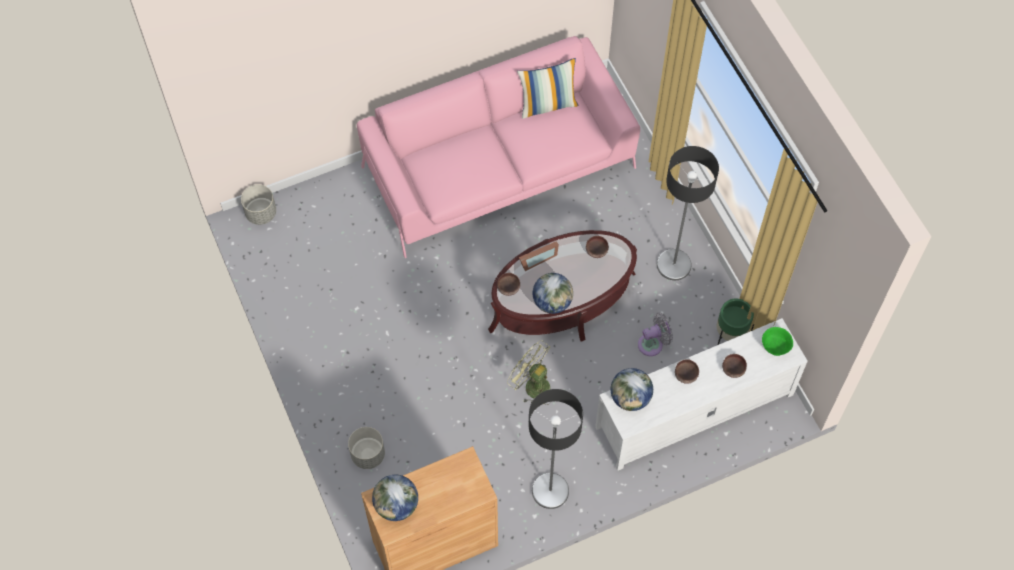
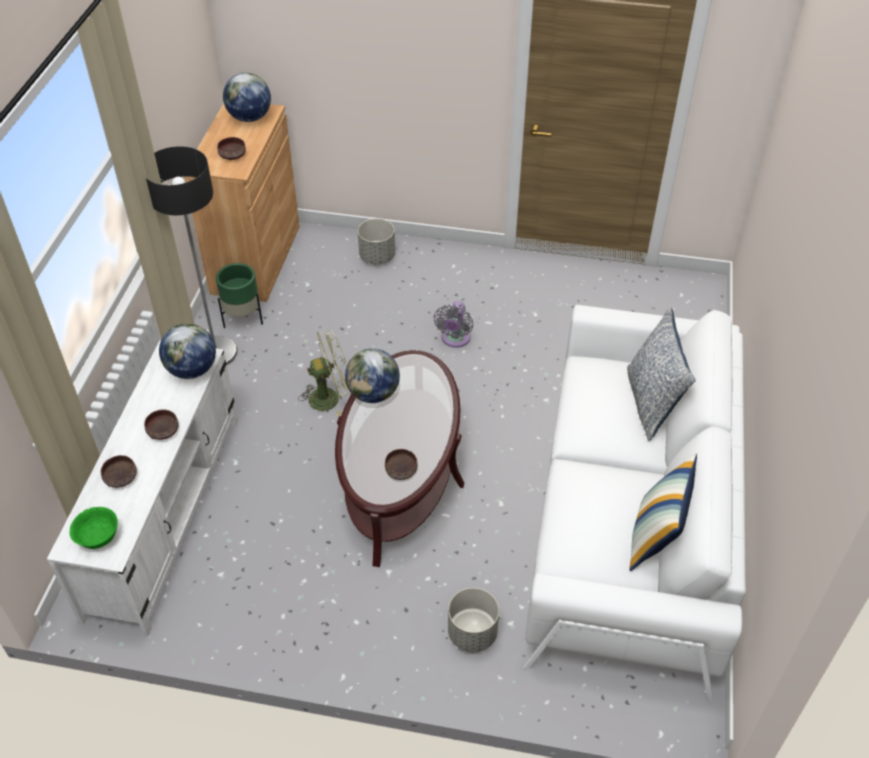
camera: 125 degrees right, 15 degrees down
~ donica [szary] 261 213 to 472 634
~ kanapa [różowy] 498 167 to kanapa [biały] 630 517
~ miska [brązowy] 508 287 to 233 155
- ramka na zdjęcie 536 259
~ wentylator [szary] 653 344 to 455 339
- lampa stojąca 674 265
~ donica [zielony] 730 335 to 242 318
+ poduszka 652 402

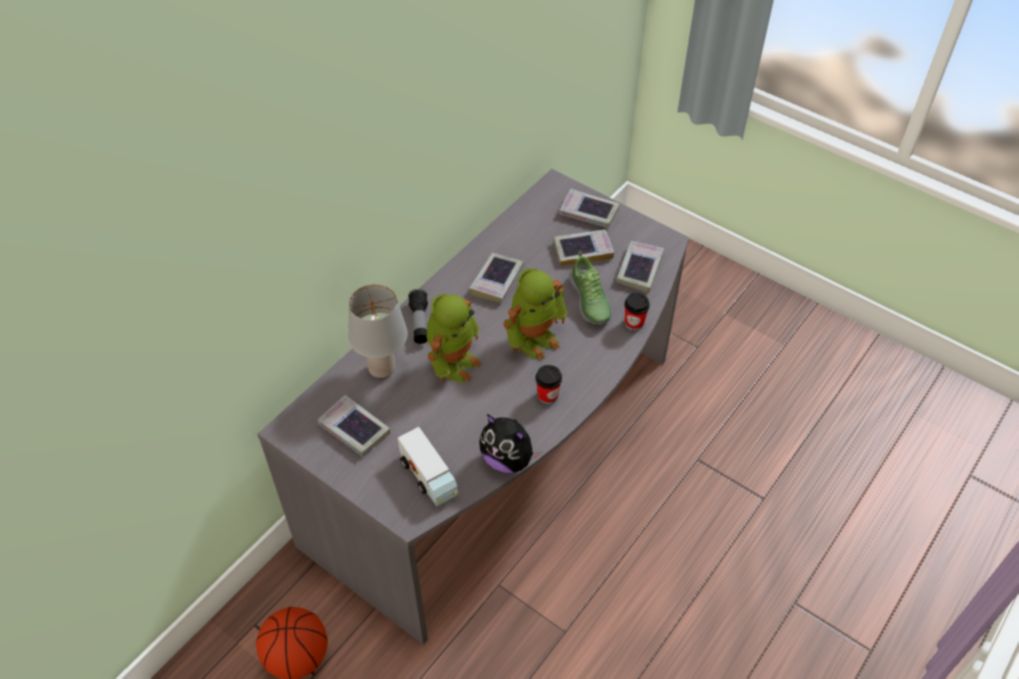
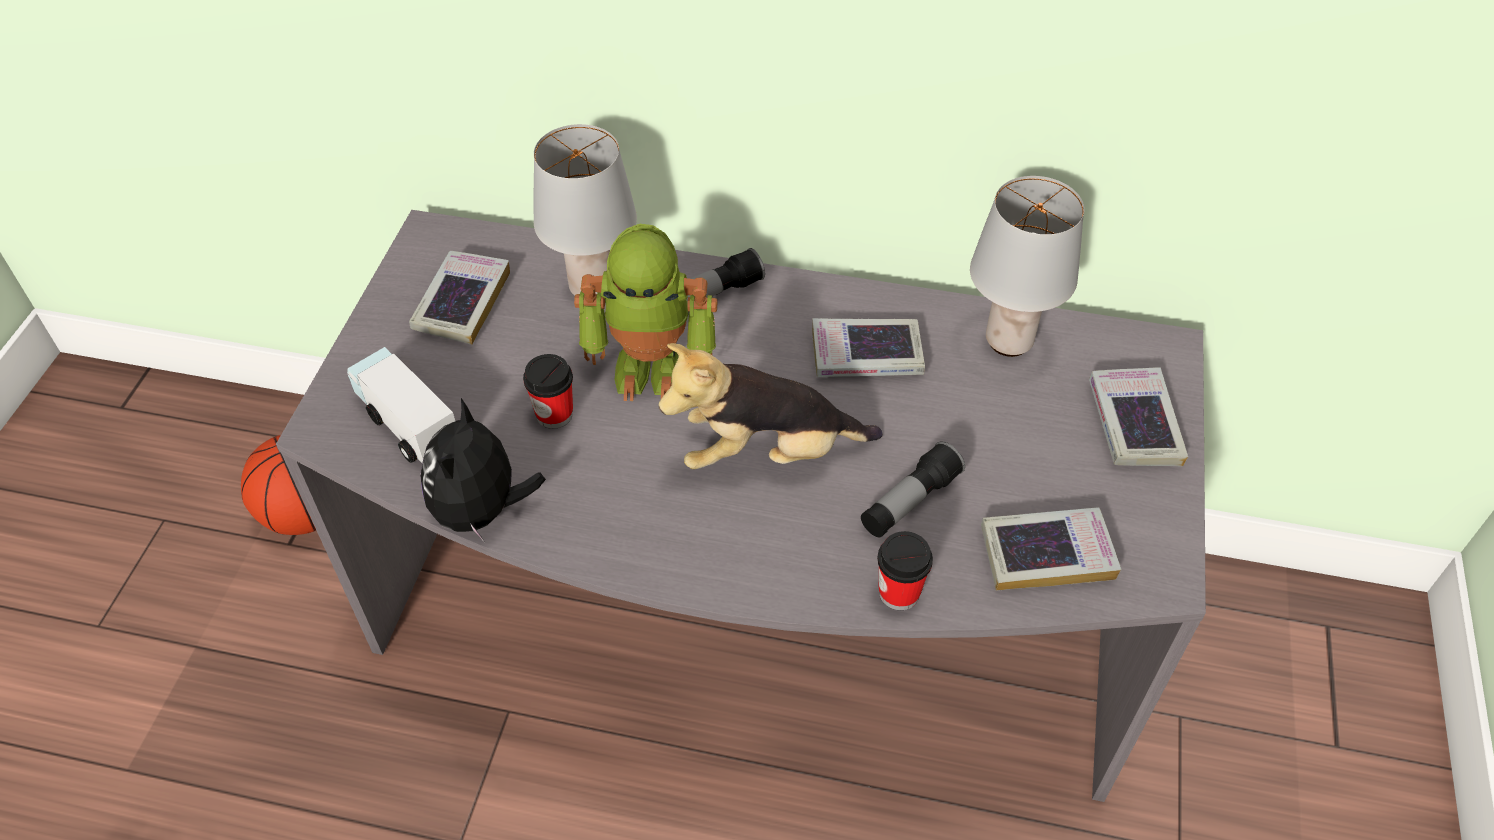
camera: 65 degrees right, 0 degrees up
~ ciężarówka zabawkowa 429 476 = 408 422 105 degrees clockwise
~ robot zabawkowy 534 339 to pluszak 766 453
~ filiżanka 547 396 to 554 414
- książka 583 250
~ but 589 301 to latarka 909 502
+ lampa stołowa [szary] 1009 342

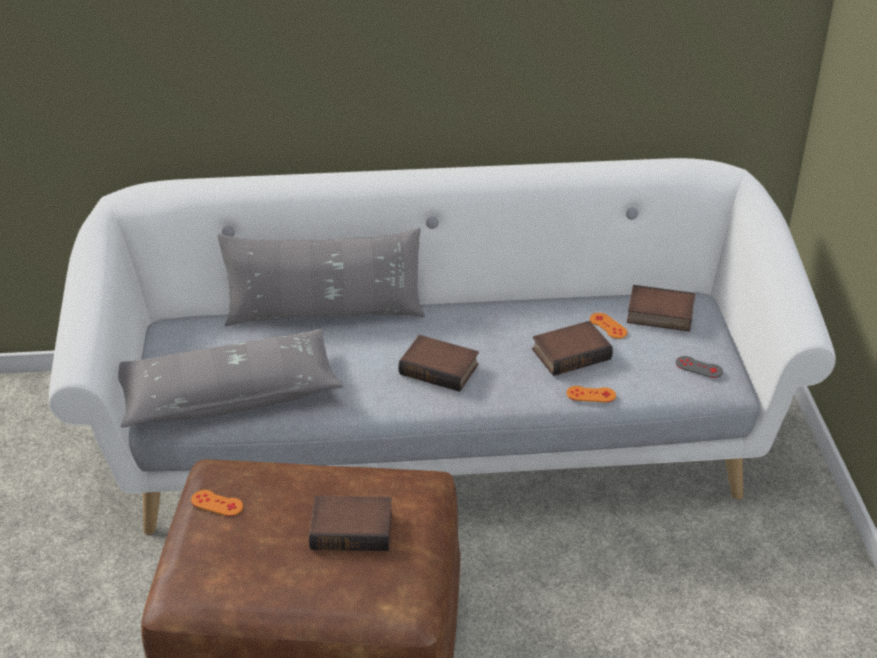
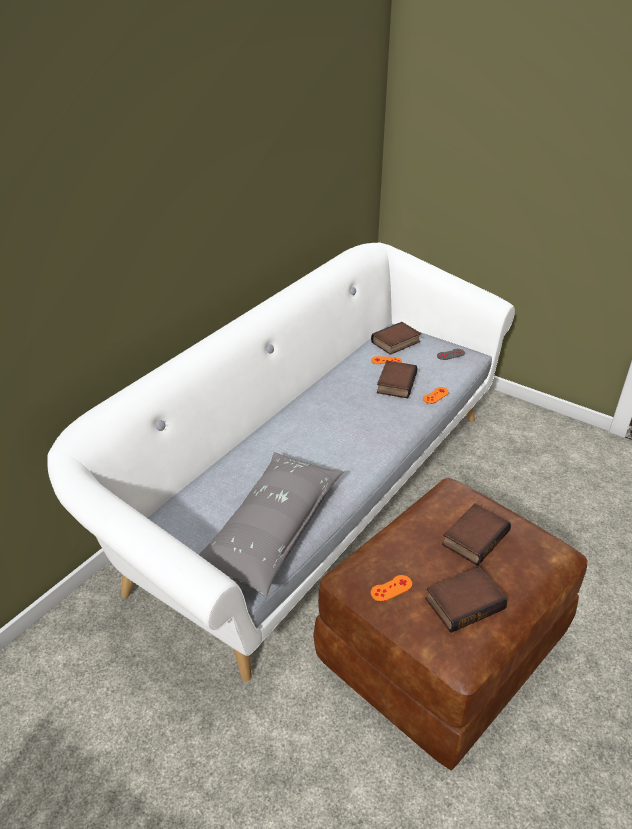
camera: 50 degrees left, 0 degrees up
- poduszka [szary] 325 313
~ książka 441 368 to 464 602

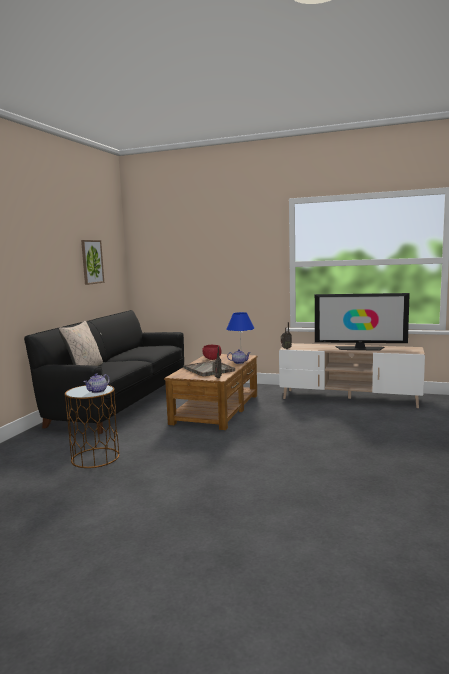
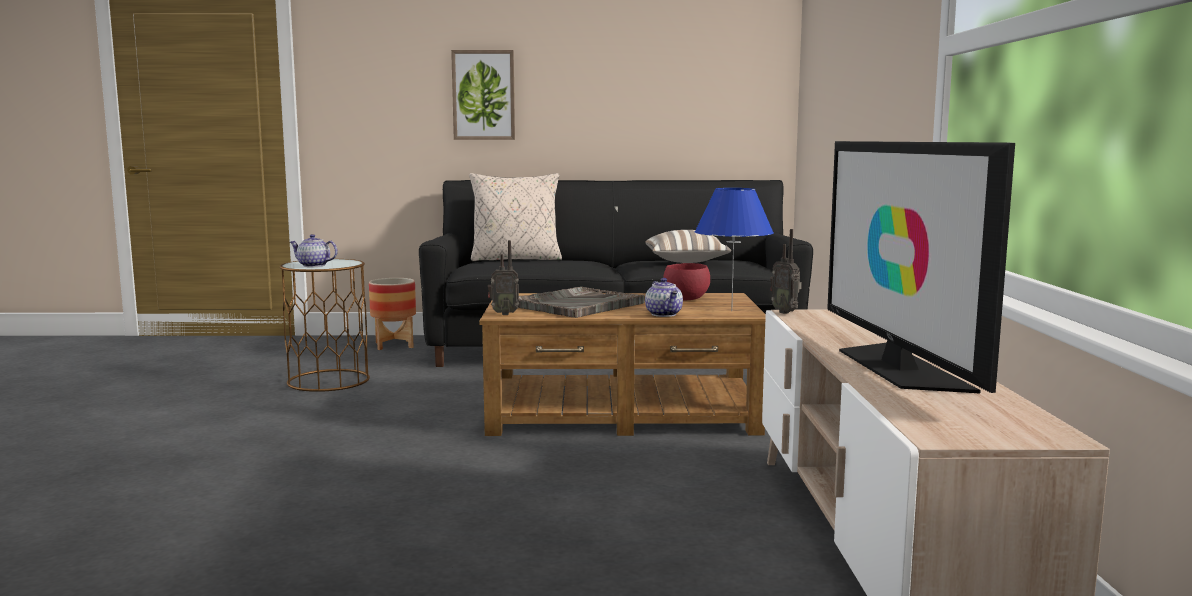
camera: 70 degrees right, 0 degrees up
~ obraz 92 262 to 483 95
+ donica 394 345
+ poduszka 686 262

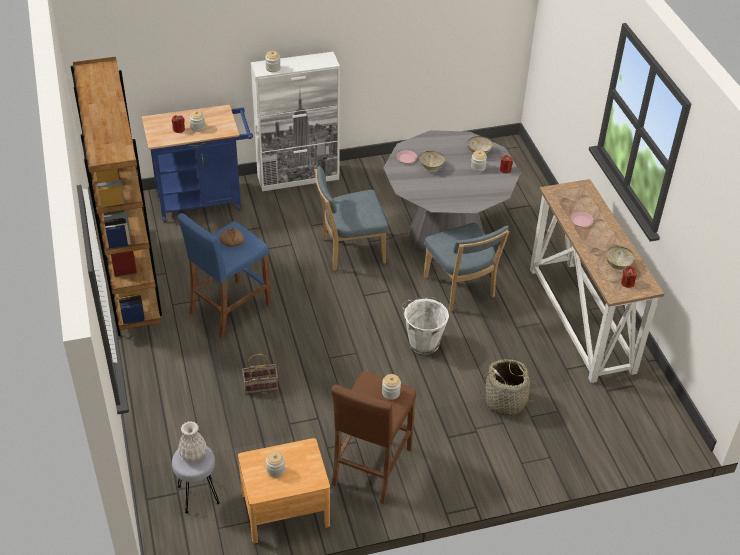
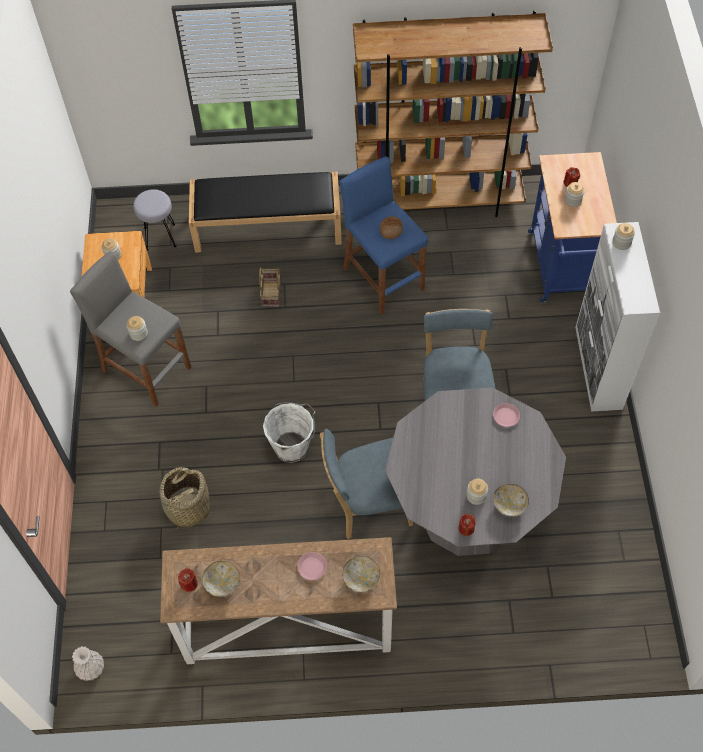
camera: 105 degrees right, 15 degrees up
~ wazon [biały] 193 455 to 91 669
~ stołek [brązowy] 371 466 to stołek [szary] 146 369
~ miska 431 167 to 361 579
+ ławka [czarny] 268 226

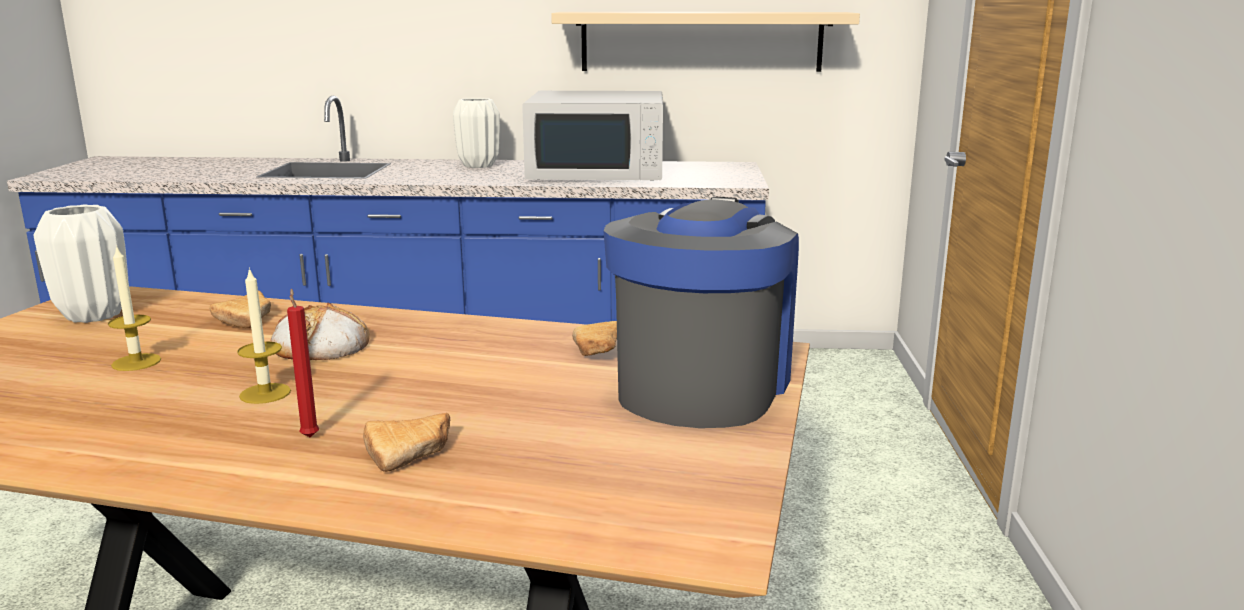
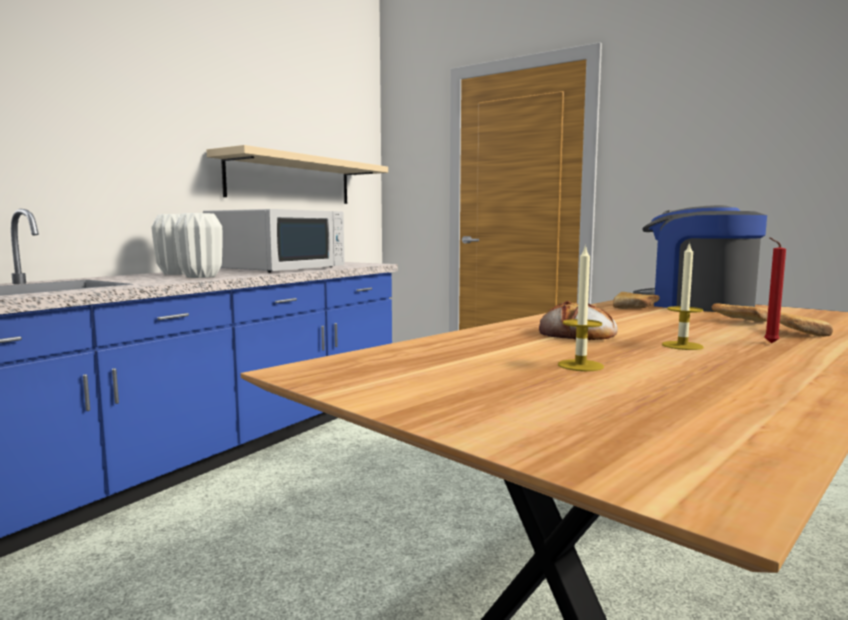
camera: 60 degrees left, 10 degrees down
~ wazon [biały] 95 315 to 201 276
~ chleb 248 319 to 738 321

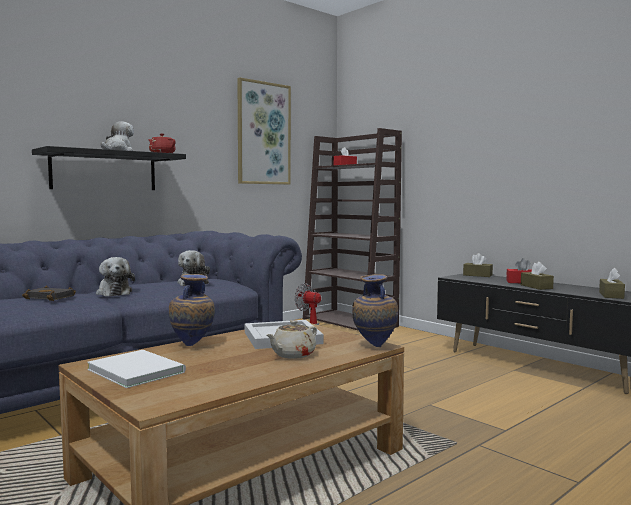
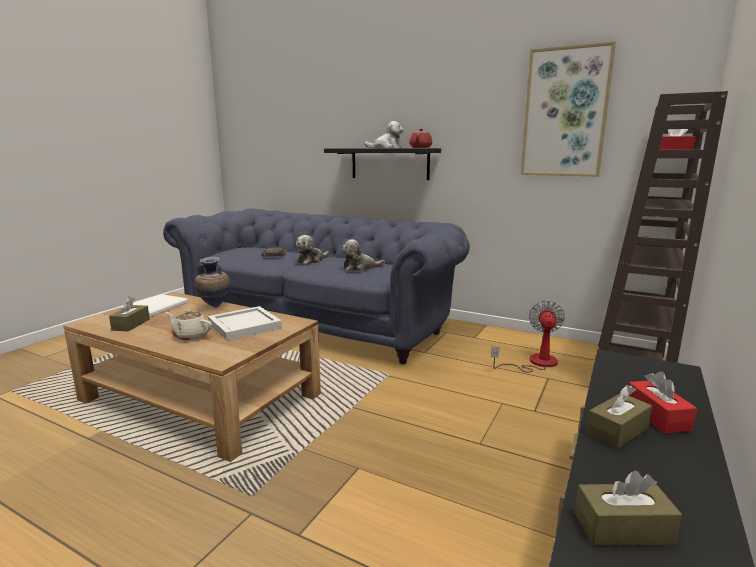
camera: 70 degrees right, 10 degrees up
- wazon 374 347
~ pudełko chusteczek [brązowy] 477 275 to 131 324

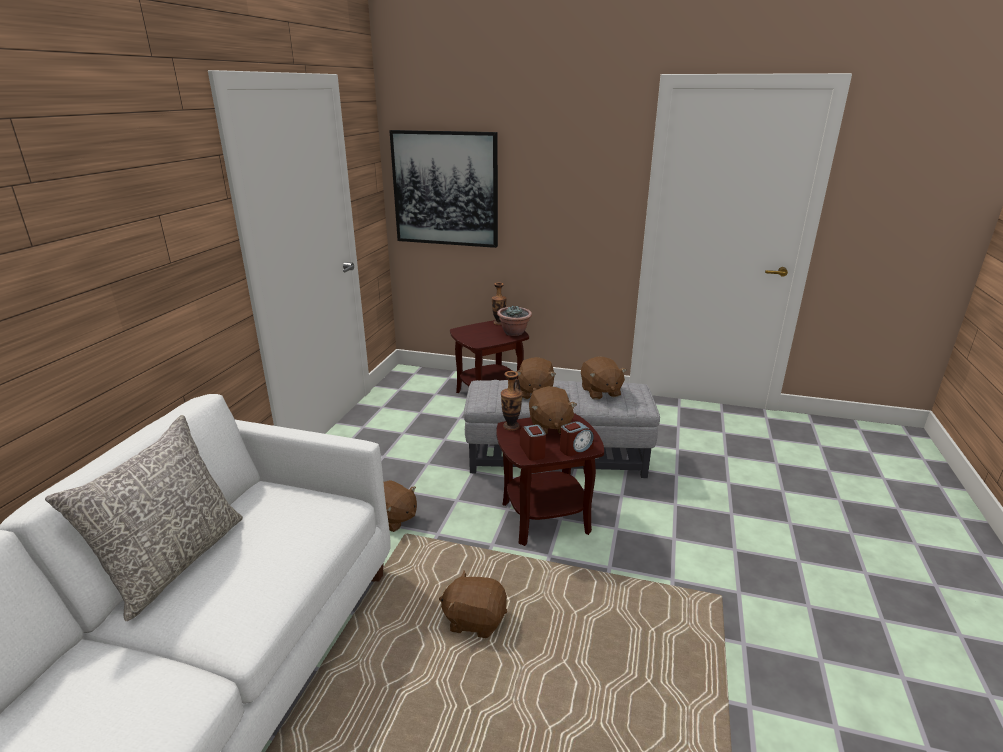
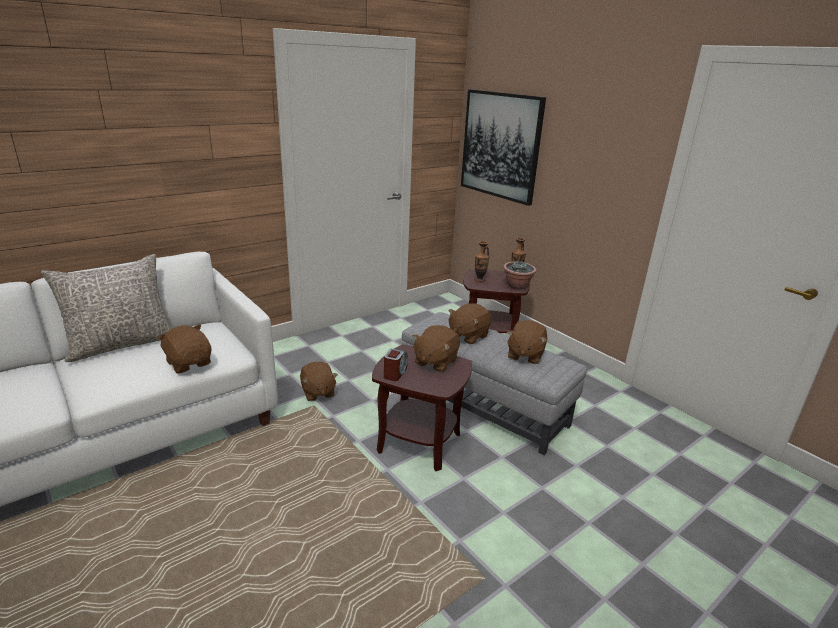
camera: 35 degrees right, 0 degrees up
~ pluszak [brązowy] 475 620 to 189 363
~ wazon 511 426 to 479 280
- budzik 575 449

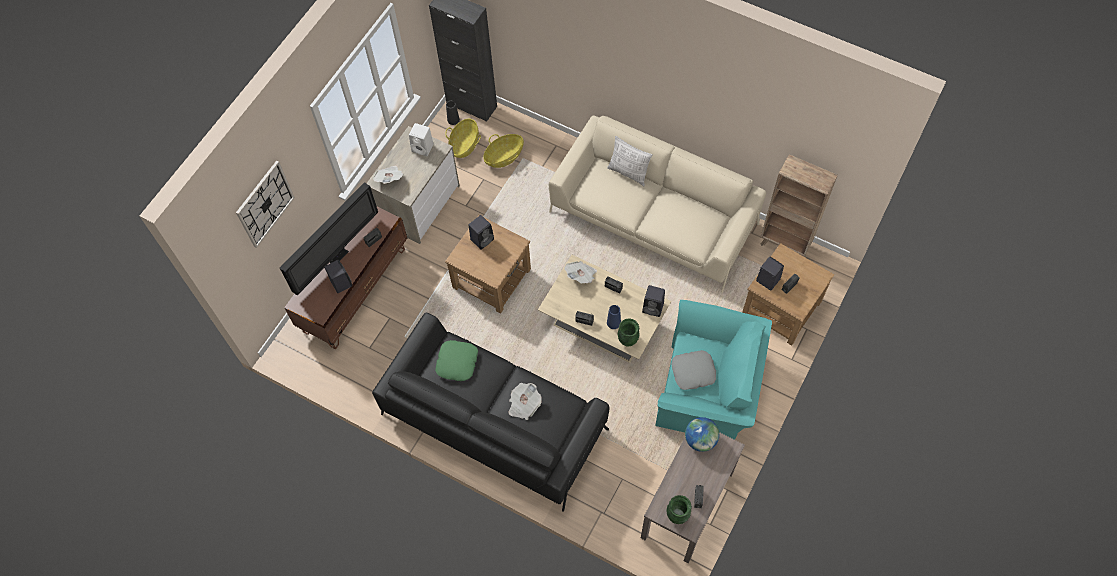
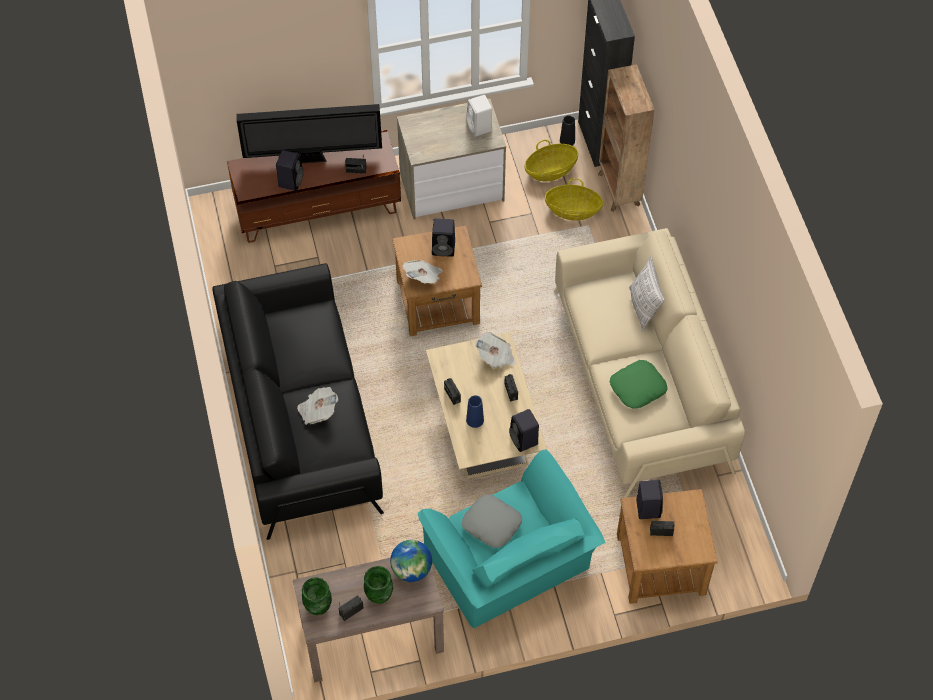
camera: 45 degrees right, 5 degrees down
- zegar ścienny 265 204
~ gazeta 389 179 to 423 277
~ poduszka [zielony] 456 362 to 637 387
~ wazon [zielony] 628 340 to 379 595
~ regał [brązowy] 785 244 to 619 190

